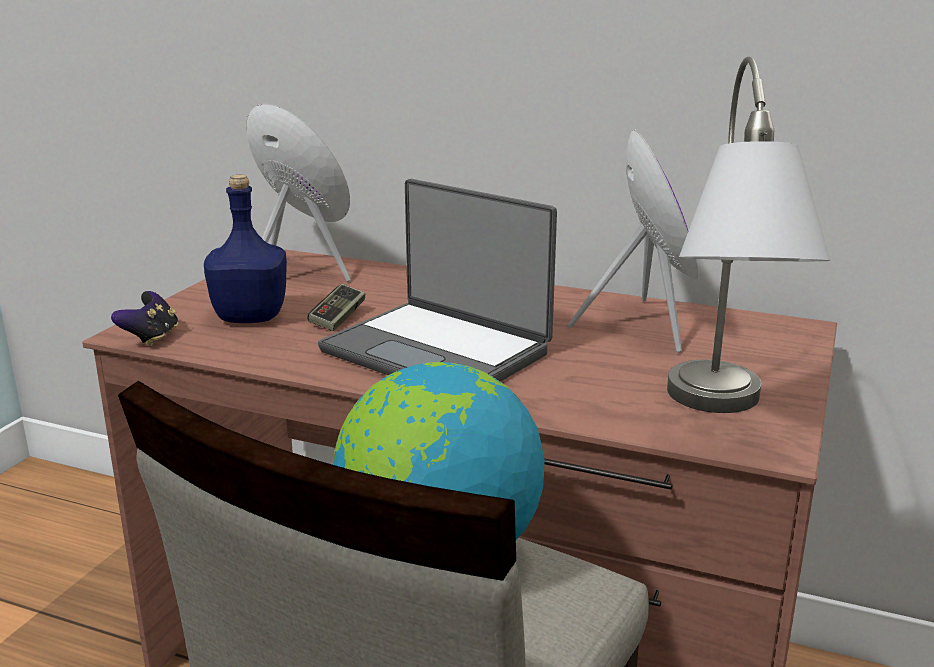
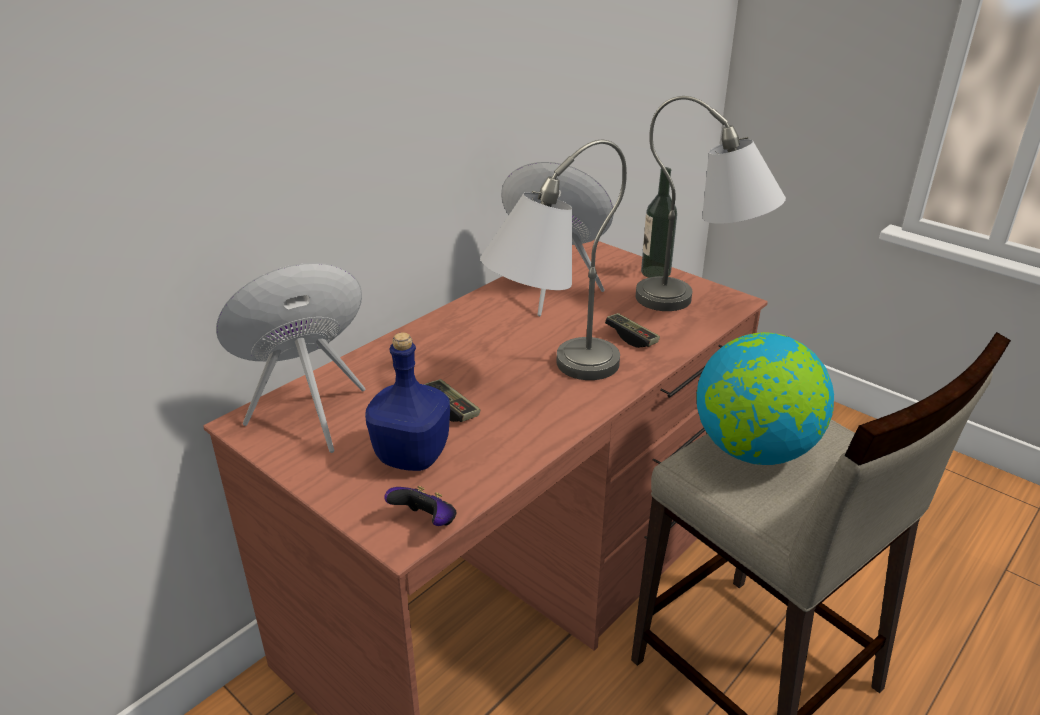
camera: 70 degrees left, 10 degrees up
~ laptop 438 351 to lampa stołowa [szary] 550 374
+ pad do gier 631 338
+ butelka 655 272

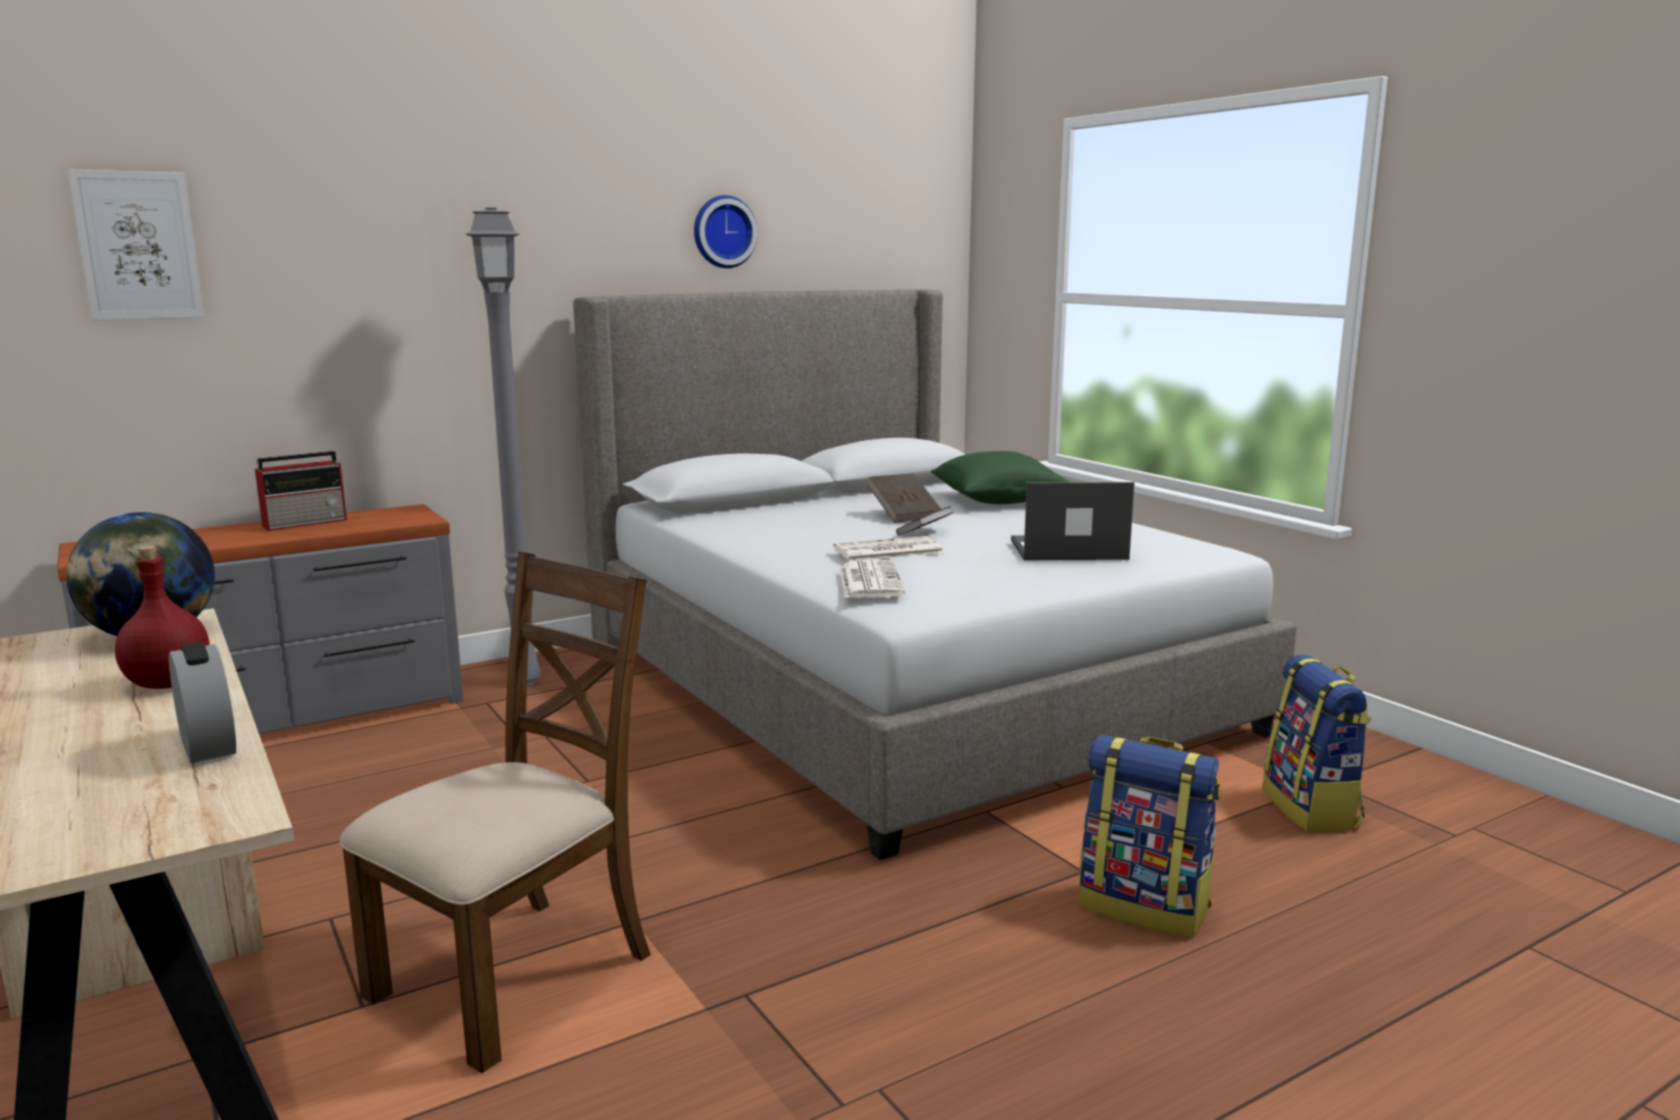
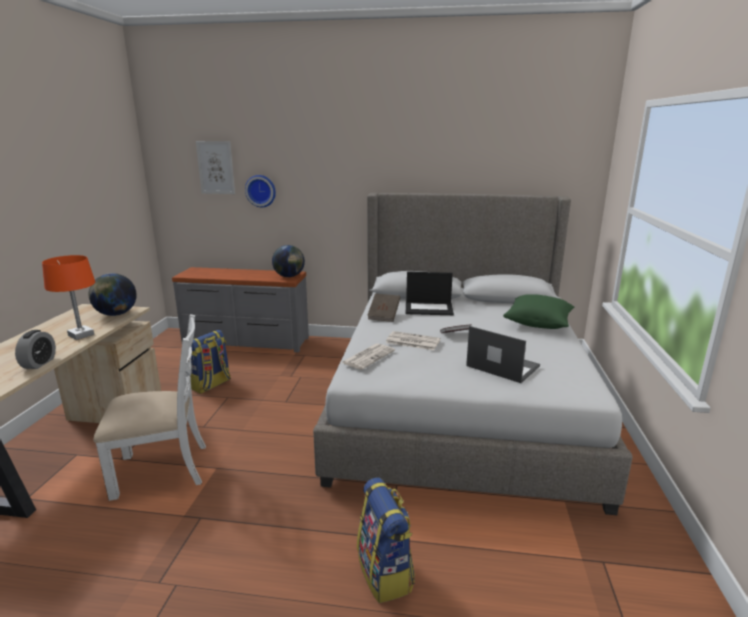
camera: 40 degrees right, 5 degrees up
~ butelka [czerwony] 167 683 to lampa stołowa [pomarańczowy] 81 335
- radio 306 522
~ krzesło [brązowy] 516 974 to krzesło [biały] 162 470
- lampa stojąca [szary] 527 682
~ zegar ścienny 723 232 to 261 190
~ książka [brązowy] 904 515 to 384 315
~ plecak 1312 809 to 211 385
+ globus 289 276
+ laptop 429 308

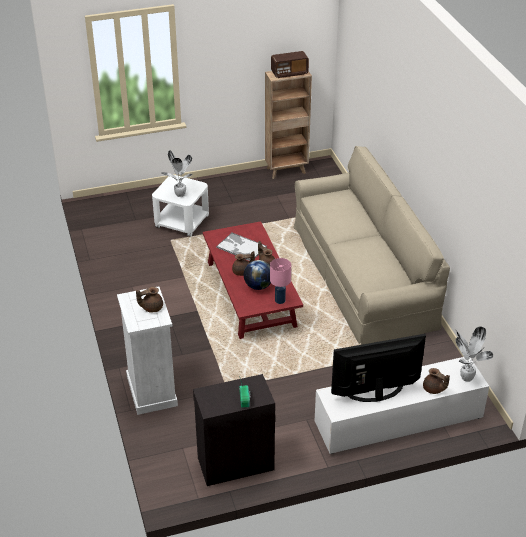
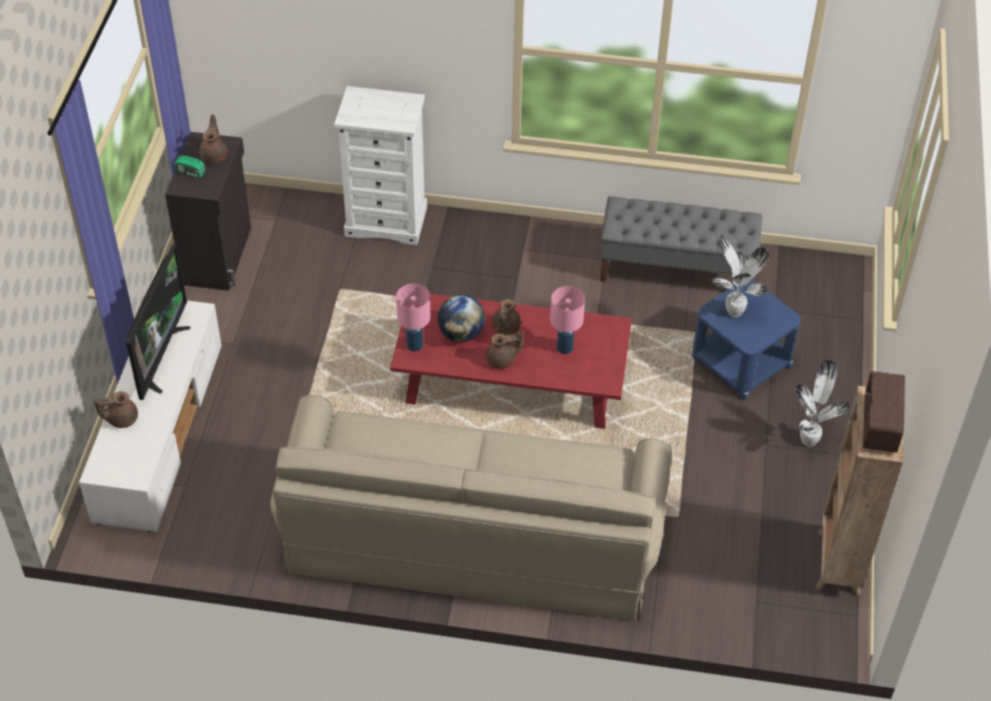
camera: 115 degrees right, 10 degrees up
~ imbryk [brązowy] 151 307 to 215 155
~ stolik [biały] 182 222 to stolik [niebieski] 740 361
~ taca 241 247 to lampa stołowa [różowy] 565 347
~ roślina doniczkowa 465 378 to 809 439
+ ławka [szary] 676 270

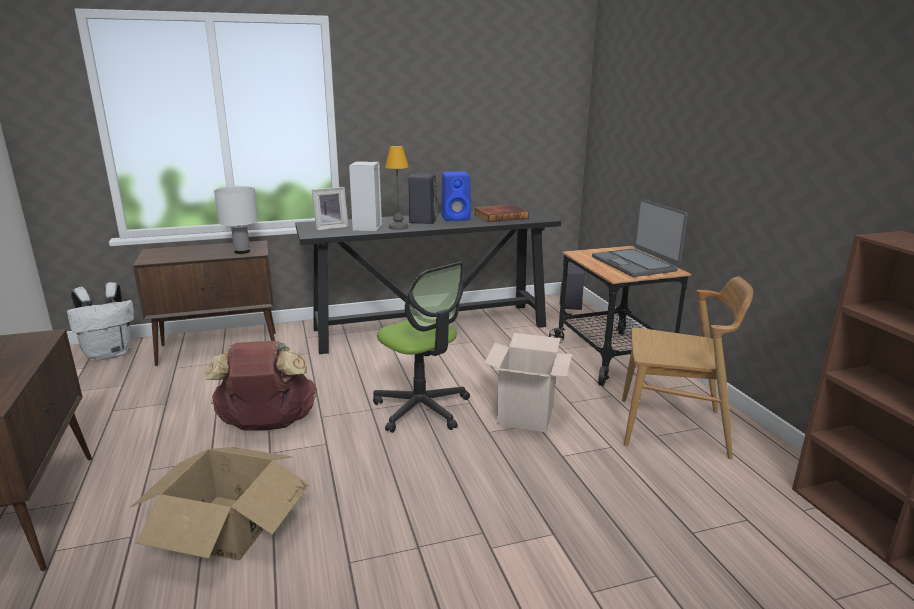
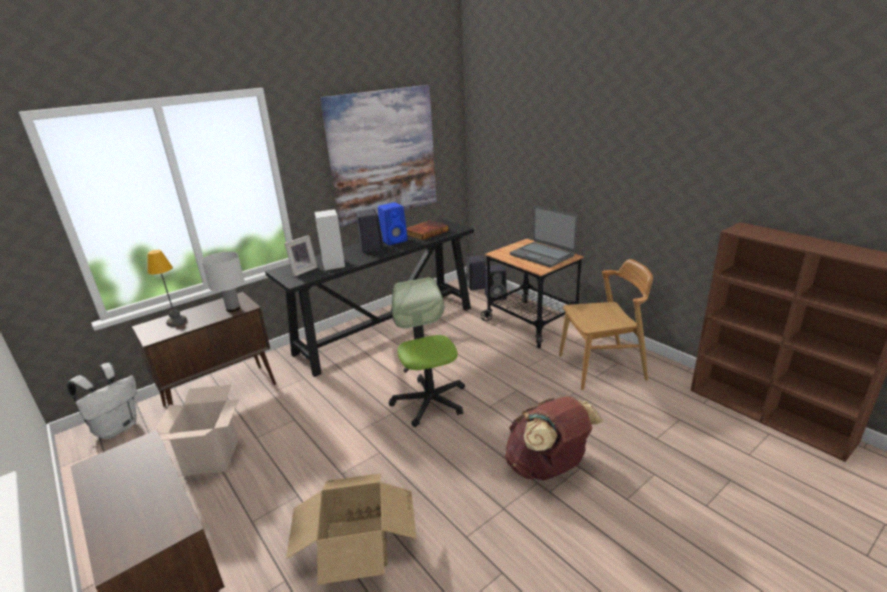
camera: 20 degrees left, 5 degrees up
~ plecak [brązowy] 267 425 to 547 468
~ krzesło biurowe 421 409 = 430 401 135 degrees counterclockwise
~ lampa stołowa 398 227 to 176 322
~ karton 525 415 to 212 457
+ obraz 383 154
+ głośnik [czarny] 496 296

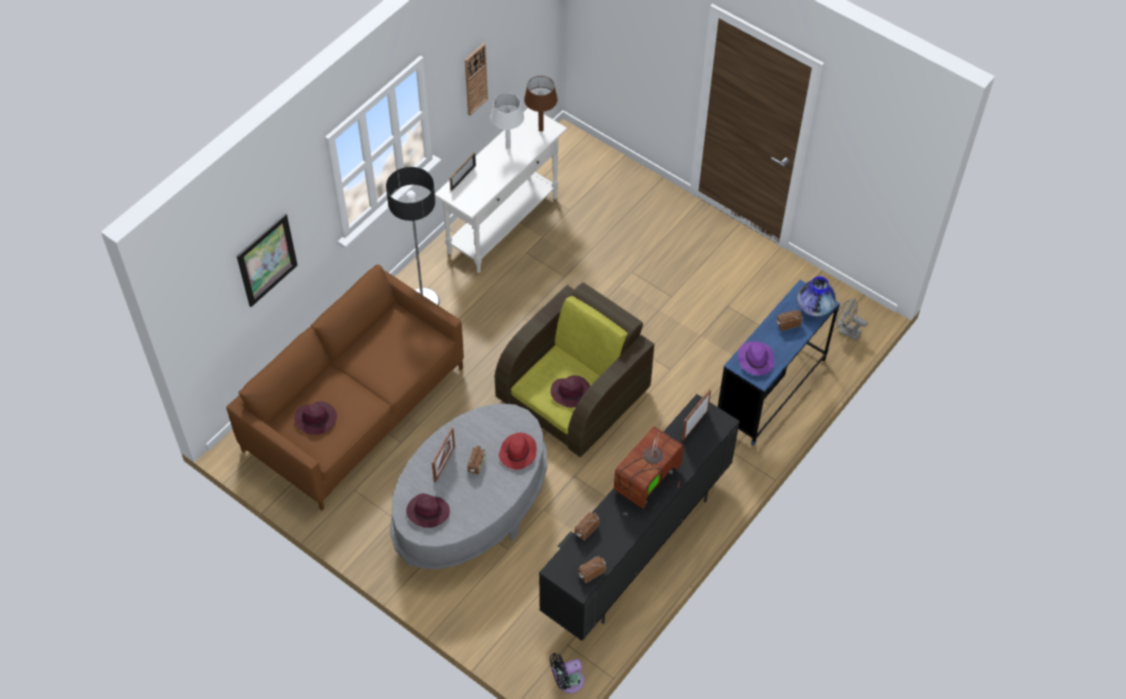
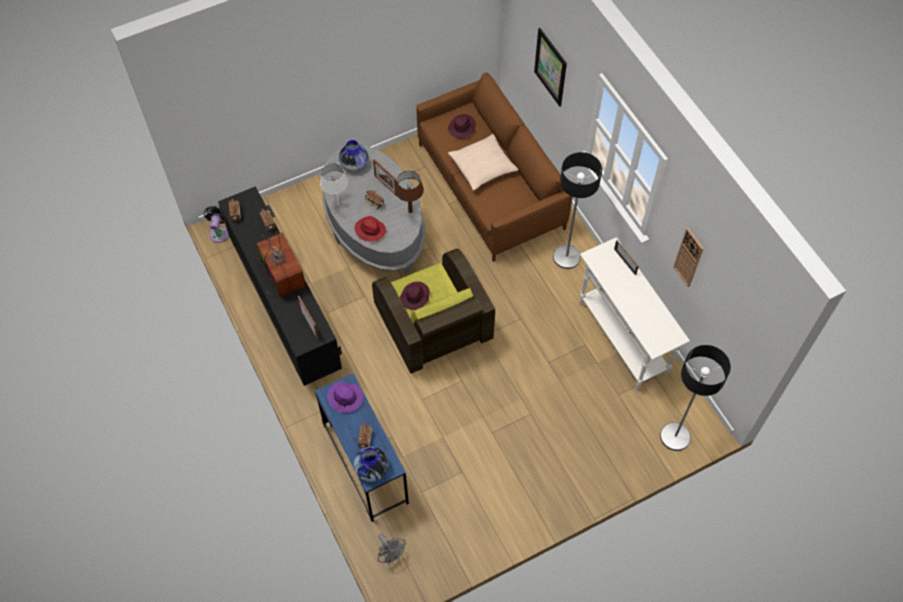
camera: 115 degrees right, 5 degrees up
~ kapelusz [fioletowy] 427 512 to wazon 354 164
~ lampa stołowa [biały] 508 147 to 337 204
~ lampa stołowa [brązowy] 541 129 to 410 211
~ wentylator [szary] 846 331 = 390 555 90 degrees clockwise
+ poduszka [beżowy] 482 167
+ lampa stojąca 675 436

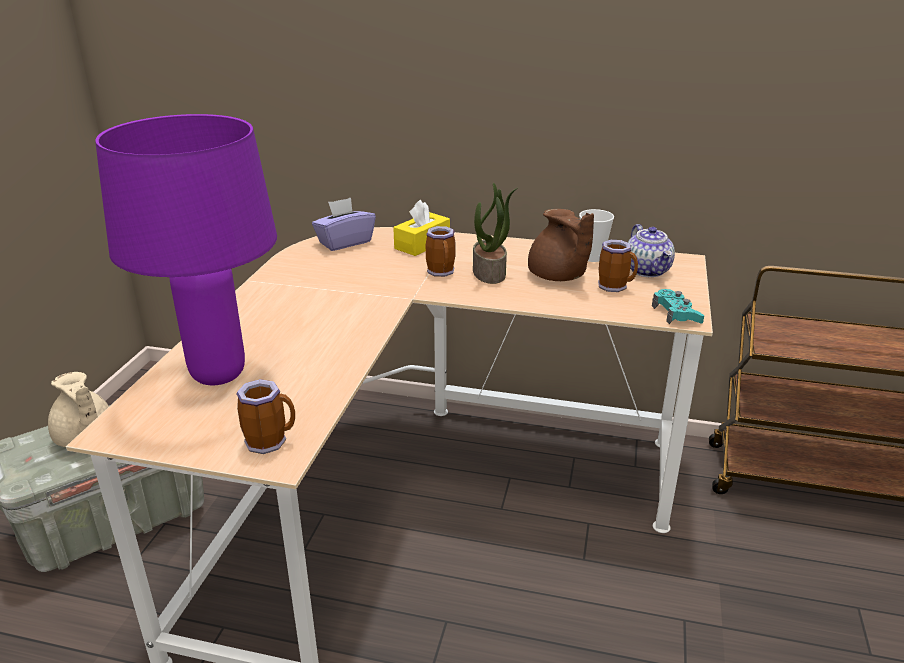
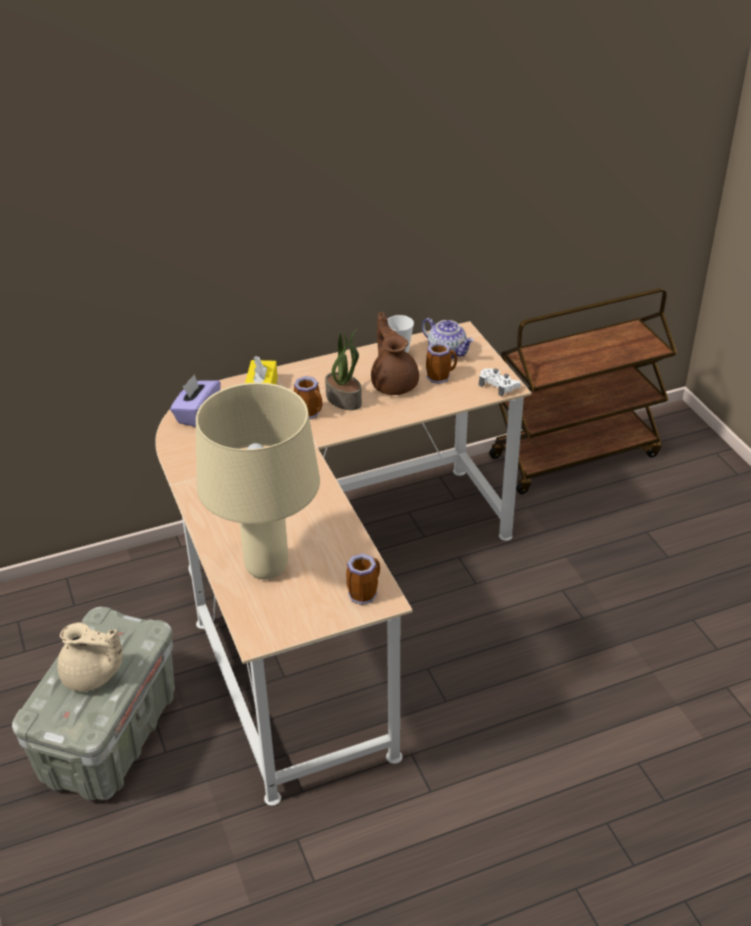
camera: 35 degrees left, 10 degrees up
~ lampa stołowa [fioletowy] 218 375 to lampa stołowa [beżowy] 267 568
~ imbryk [brązowy] 558 276 = 394 383 135 degrees counterclockwise
~ pad do gier [turkusowy] 676 314 to pad do gier [biały] 498 385

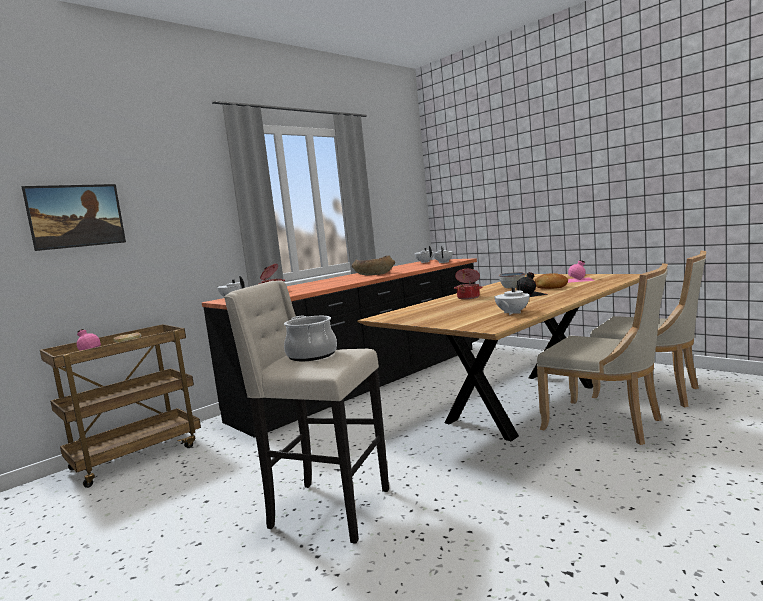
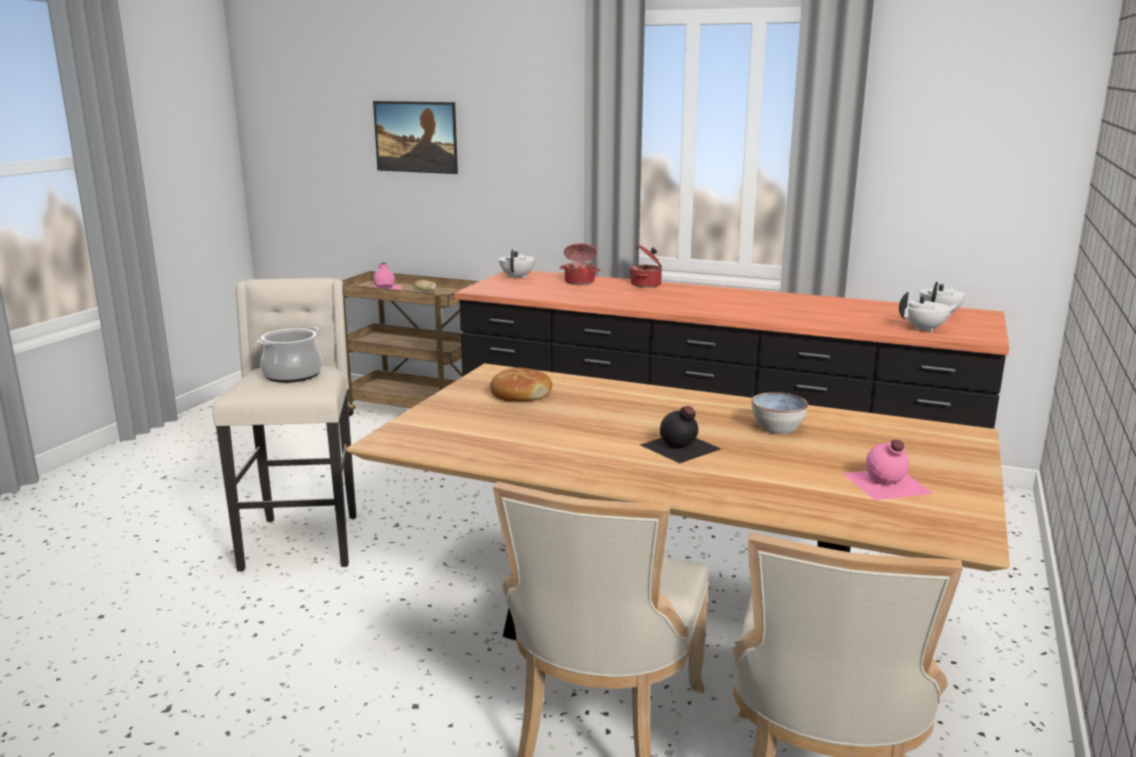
camera: 65 degrees right, 10 degrees up
- miska [brązowy] 374 274
~ garnek 468 297 to 647 284
- imbryk [biały] 512 313
~ chleb 551 287 to 520 395

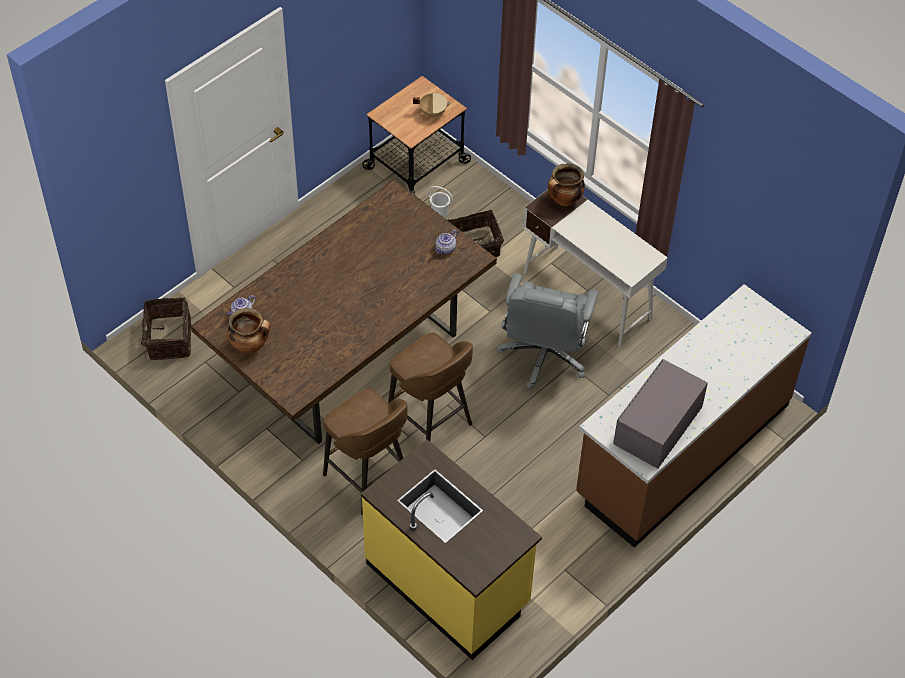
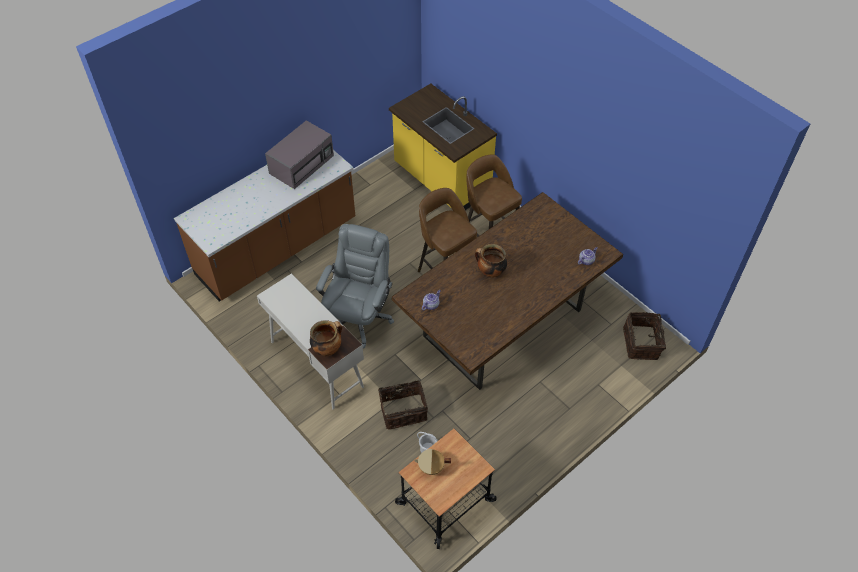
camera: 175 degrees left, 0 degrees up
~ garnek 250 346 to 490 272

